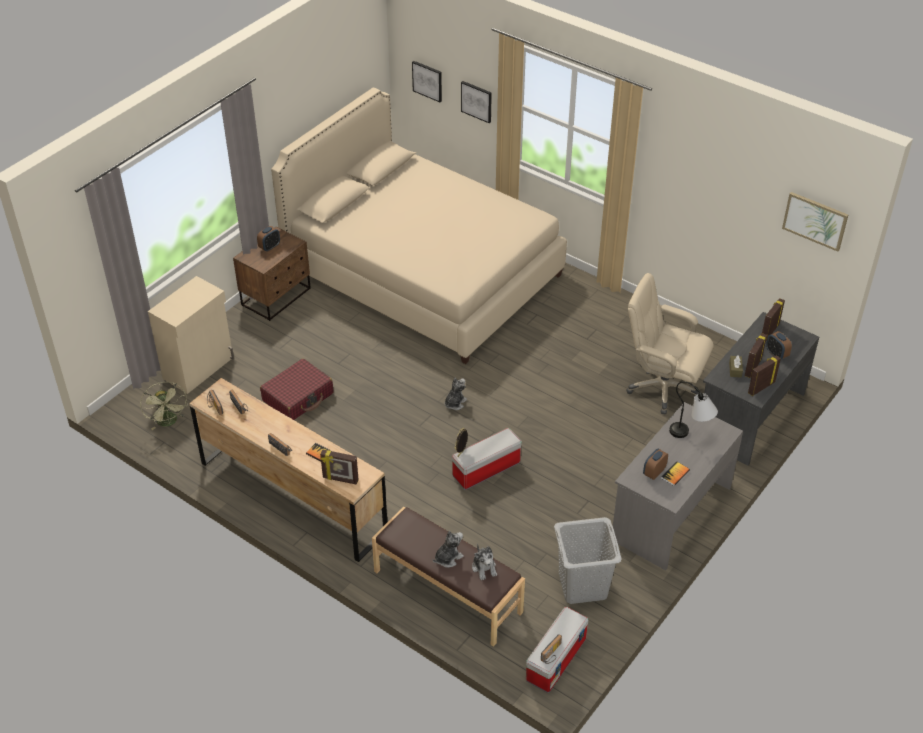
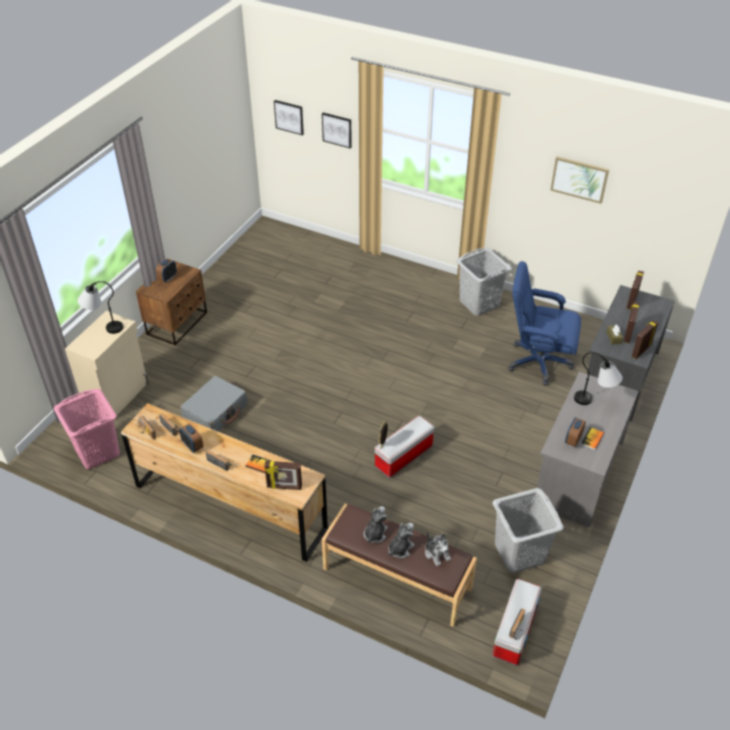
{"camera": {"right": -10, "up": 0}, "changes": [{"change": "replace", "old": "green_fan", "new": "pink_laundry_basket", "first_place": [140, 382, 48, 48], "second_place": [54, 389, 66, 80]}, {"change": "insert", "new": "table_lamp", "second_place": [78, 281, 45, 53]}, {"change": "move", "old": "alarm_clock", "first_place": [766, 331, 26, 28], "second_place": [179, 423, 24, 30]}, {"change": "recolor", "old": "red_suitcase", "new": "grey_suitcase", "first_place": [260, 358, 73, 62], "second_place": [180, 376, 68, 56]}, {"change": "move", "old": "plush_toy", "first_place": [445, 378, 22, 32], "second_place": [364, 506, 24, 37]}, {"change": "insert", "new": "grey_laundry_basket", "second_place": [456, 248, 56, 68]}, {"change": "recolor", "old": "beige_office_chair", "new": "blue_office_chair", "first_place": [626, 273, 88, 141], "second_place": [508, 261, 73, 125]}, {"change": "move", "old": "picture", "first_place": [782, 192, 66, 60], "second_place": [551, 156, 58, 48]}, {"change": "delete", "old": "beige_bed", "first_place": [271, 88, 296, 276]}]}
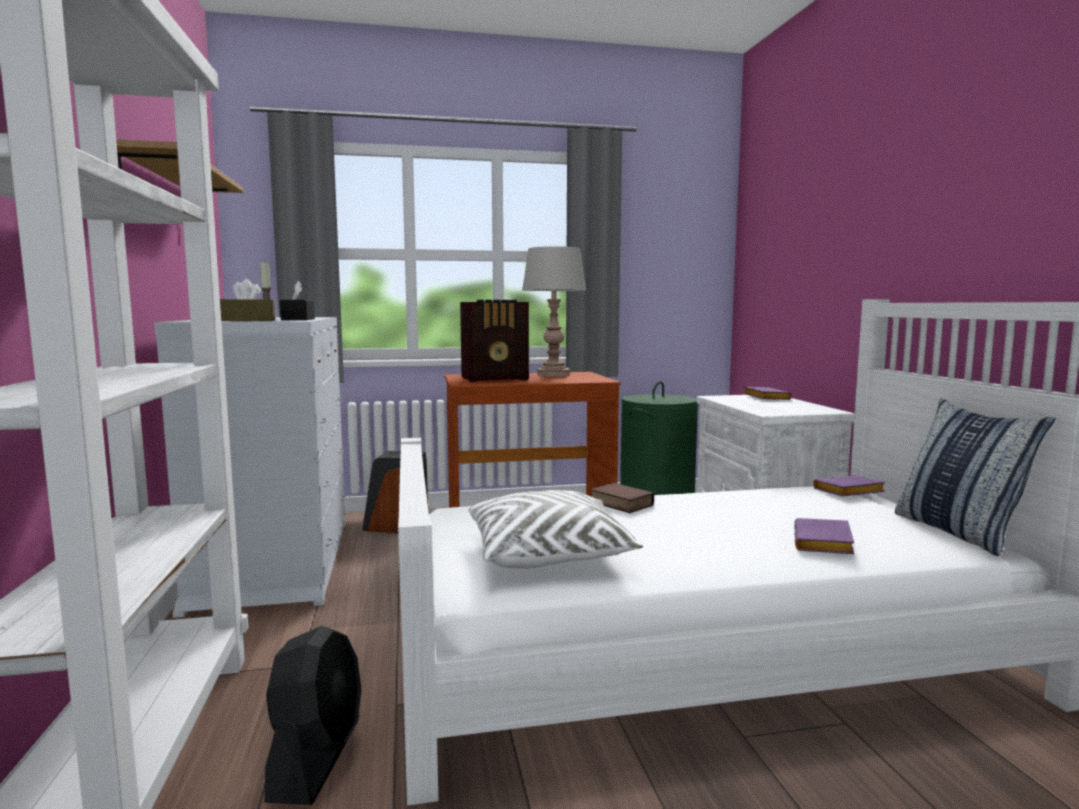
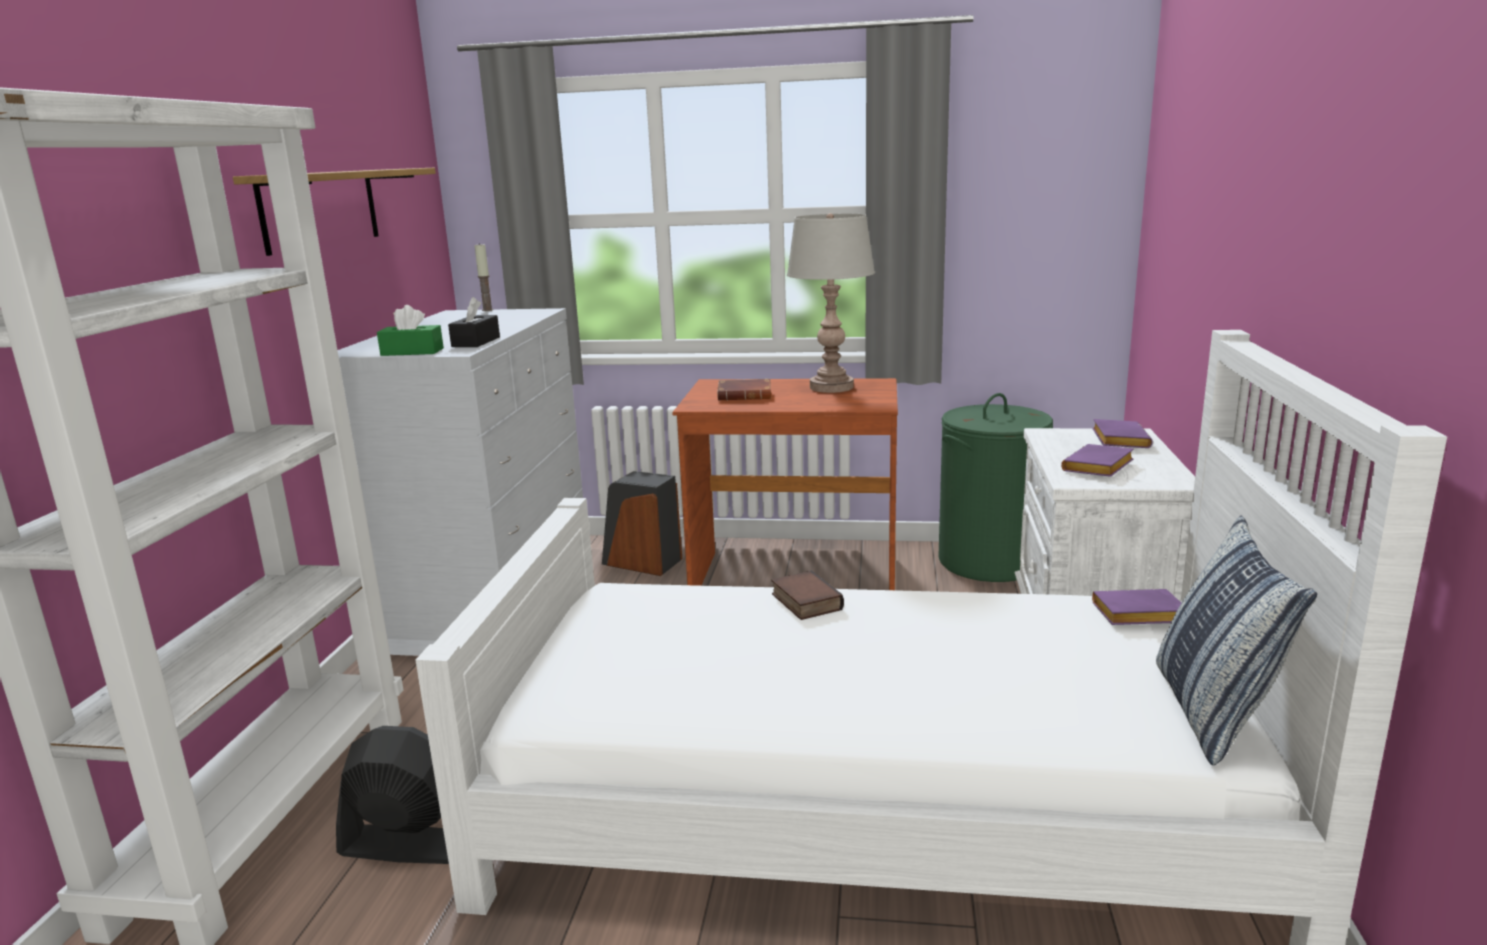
{"camera": {"right": 20, "up": 10}, "changes": [{"change": "rotate", "old": "black_fan", "first_place": [264, 626, 97, 179], "second_place": [336, 726, 113, 138], "degrees": -105}, {"change": "recolor", "old": "brown_tissue_box", "new": "green_tissue_box", "first_place": [220, 279, 55, 42], "second_place": [377, 305, 67, 51]}, {"change": "replace", "old": "radio", "new": "brown_book", "first_place": [460, 300, 69, 82], "second_place": [717, 379, 54, 21]}, {"change": "move", "old": "purple_book", "first_place": [794, 518, 60, 36], "second_place": [1061, 444, 73, 33]}, {"change": "delete", "old": "white_pillow", "first_place": [469, 490, 174, 79]}]}
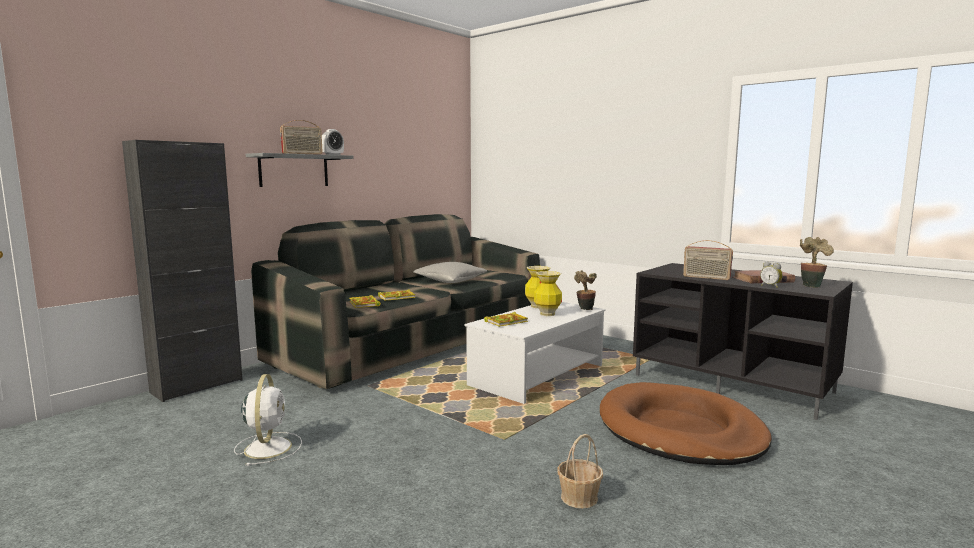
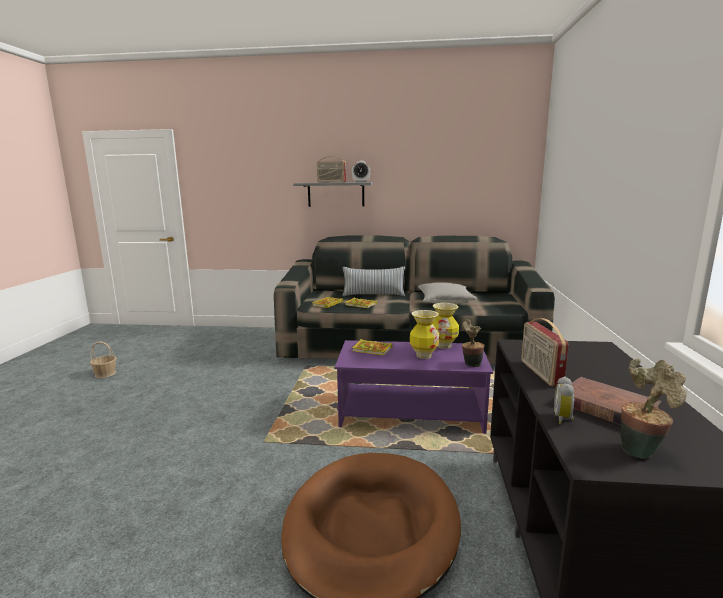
{"camera": {"right": 55, "up": 5}, "changes": [{"change": "move", "old": "basket", "first_place": [557, 434, 46, 75], "second_place": [90, 342, 26, 36]}, {"change": "recolor", "old": "white_coffee_table", "new": "purple_coffee_table", "first_place": [464, 302, 141, 102], "second_place": [335, 340, 158, 94]}, {"change": "insert", "new": "pillow", "second_place": [342, 266, 63, 30]}, {"change": "delete", "old": "black_cabinet", "first_place": [122, 140, 121, 262]}, {"change": "delete", "old": "white_fan", "first_place": [234, 374, 68, 92]}]}
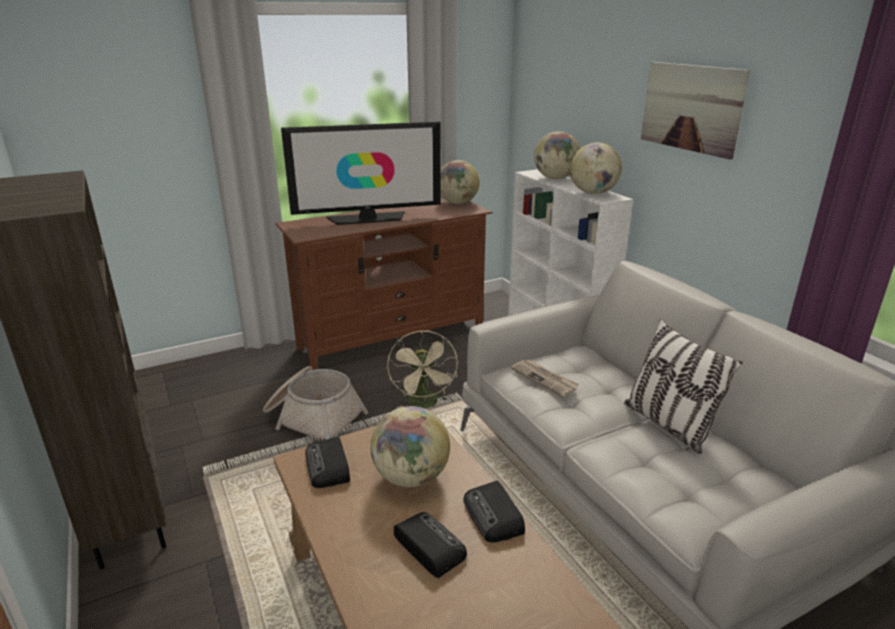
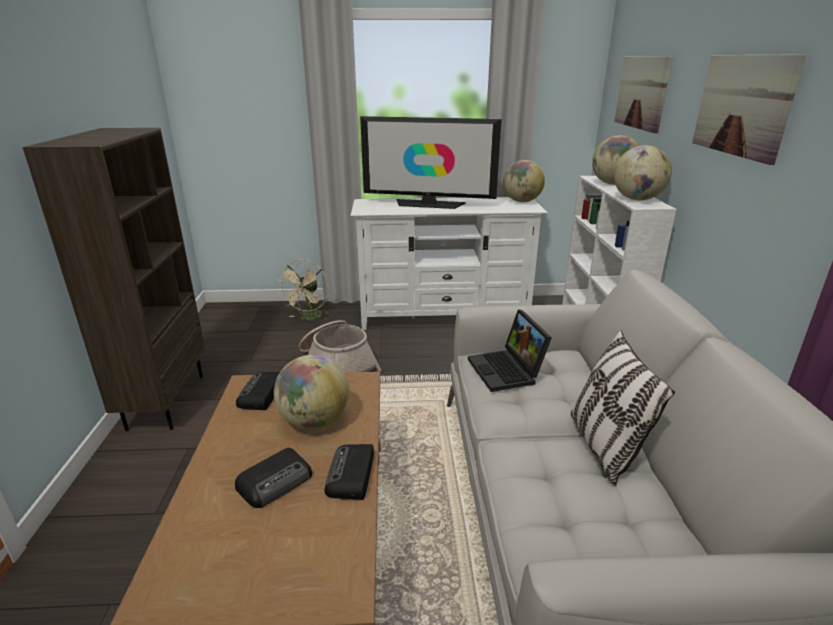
{"camera": {"right": 25, "up": 0}, "changes": [{"change": "rotate", "old": "radio", "first_place": [394, 512, 73, 66], "second_place": [235, 448, 77, 60], "degrees": 60}, {"change": "move", "old": "beige_fan", "first_place": [387, 330, 71, 78], "second_place": [278, 259, 53, 62]}, {"change": "recolor", "old": "brown_tv_stand", "new": "white_tv_stand", "first_place": [275, 199, 218, 171], "second_place": [350, 197, 198, 133]}, {"change": "replace", "old": "newspaper", "new": "laptop", "first_place": [510, 360, 70, 37], "second_place": [468, 309, 84, 83]}, {"change": "insert", "new": "picture", "second_place": [614, 56, 59, 77]}]}
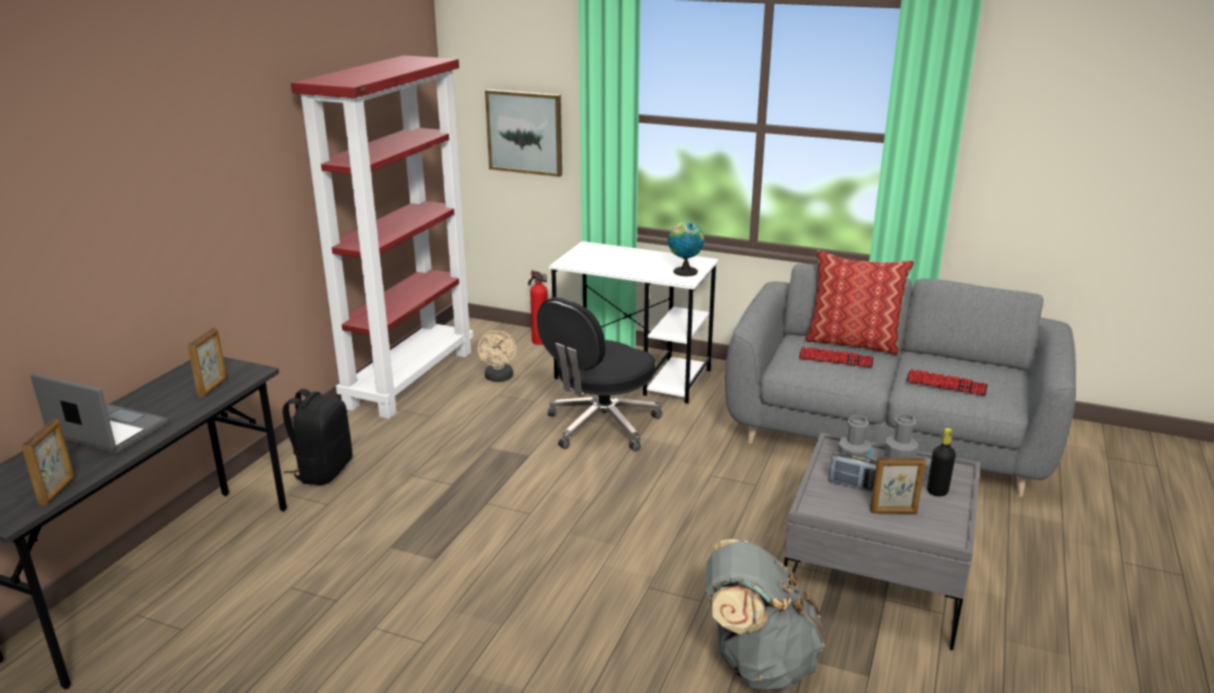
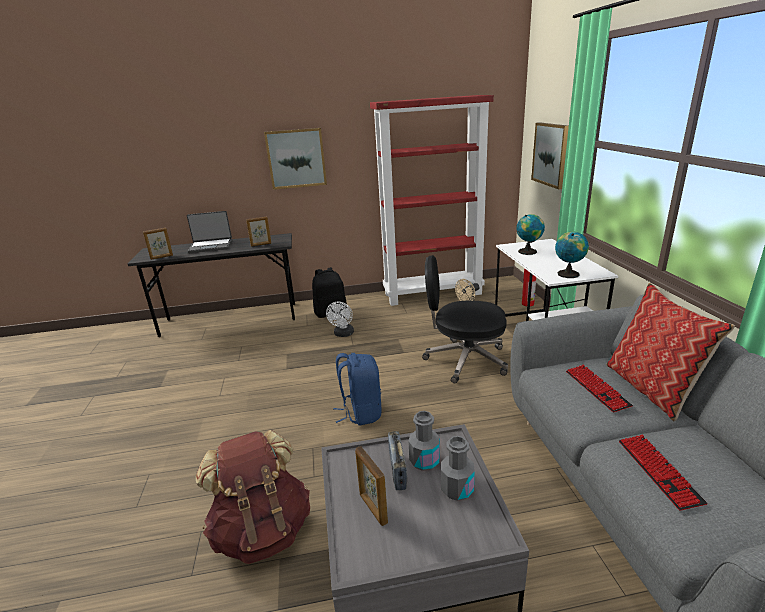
{"camera": {"right": 60, "up": 0}, "changes": [{"change": "rotate", "old": "laptop", "first_place": [31, 373, 137, 80], "second_place": [187, 211, 45, 42], "degrees": 90}, {"change": "recolor", "old": "grey_backpack", "new": "brown_backpack", "first_place": [706, 539, 119, 151], "second_place": [196, 430, 114, 134]}, {"change": "insert", "new": "picture", "second_place": [264, 128, 63, 62]}, {"change": "insert", "new": "white_fan", "second_place": [326, 302, 28, 35]}, {"change": "insert", "new": "blue_backpack", "second_place": [334, 353, 47, 73]}, {"change": "insert", "new": "globe", "second_place": [516, 214, 29, 41]}, {"change": "delete", "old": "black_bottle", "first_place": [927, 428, 29, 68]}]}
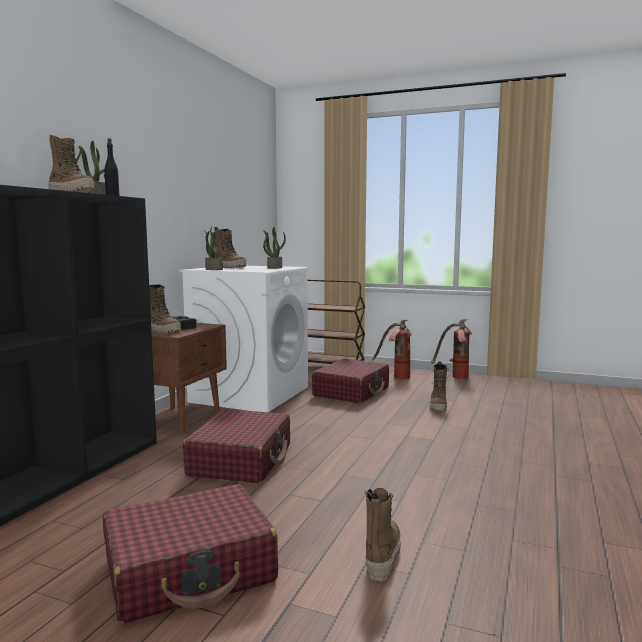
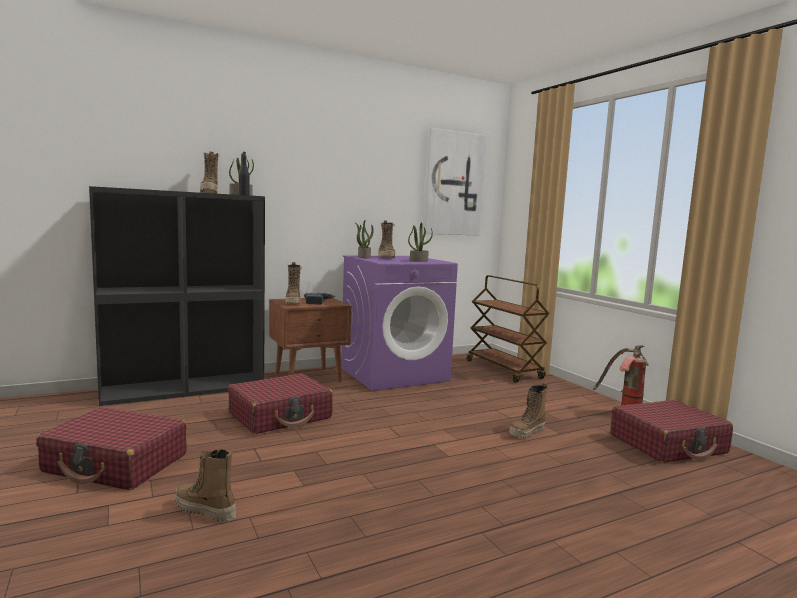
{"camera": {"right": 40, "up": 0}, "changes": [{"change": "rotate", "old": "boot", "first_place": [364, 488, 37, 94], "second_place": [175, 449, 61, 73], "degrees": -120}, {"change": "recolor", "old": "white_washing_machine", "new": "purple_washing_machine", "first_place": [180, 266, 128, 146], "second_place": [341, 255, 117, 136]}, {"change": "insert", "new": "picture", "second_place": [423, 128, 63, 107]}, {"change": "move", "old": "red_suitcase", "first_place": [312, 358, 77, 45], "second_place": [610, 400, 123, 63]}, {"change": "delete", "old": "fire_extinguisher", "first_place": [372, 320, 40, 60]}]}
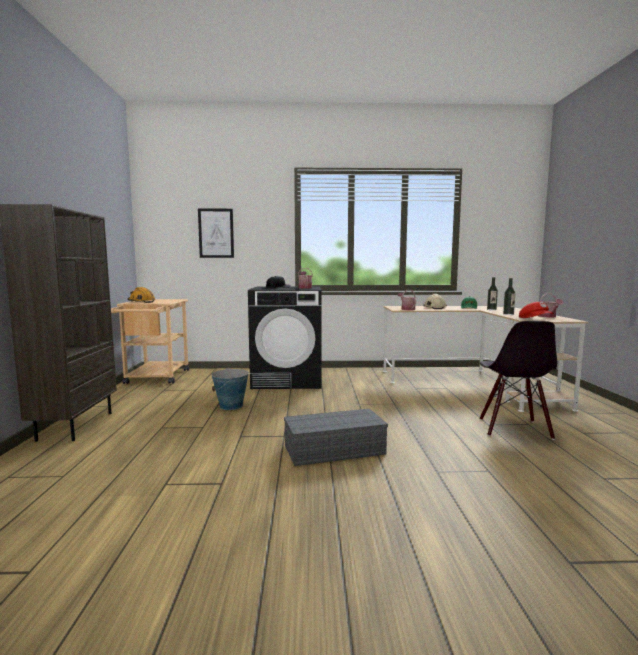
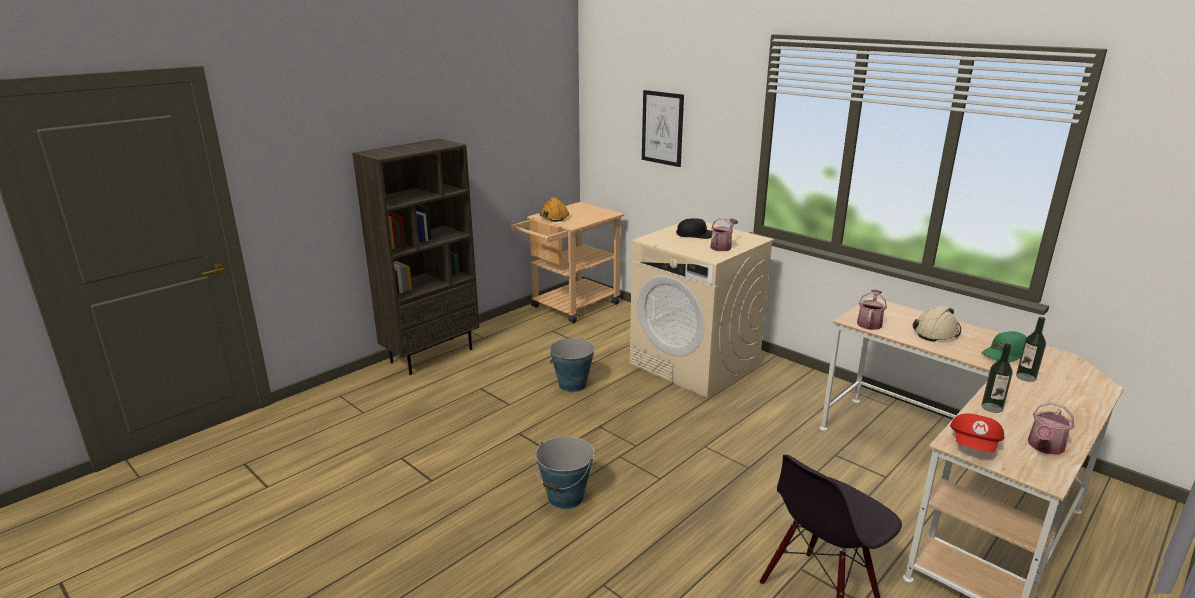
{"camera": {"right": 45, "up": 15}, "changes": [{"change": "replace", "old": "grey_storage_box", "new": "bucket", "first_place": [284, 409, 104, 57], "second_place": [535, 436, 59, 73]}, {"change": "recolor", "old": "black_washing_machine", "new": "beige_washing_machine", "first_place": [248, 287, 74, 102], "second_place": [630, 222, 144, 176]}]}
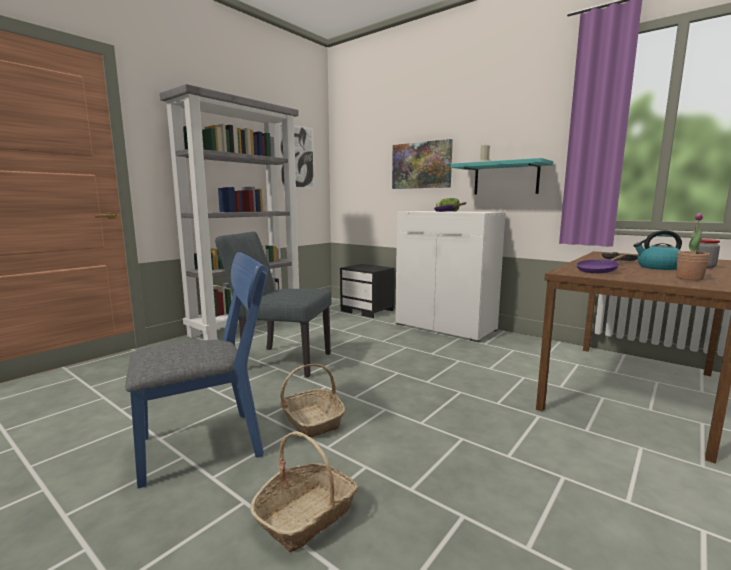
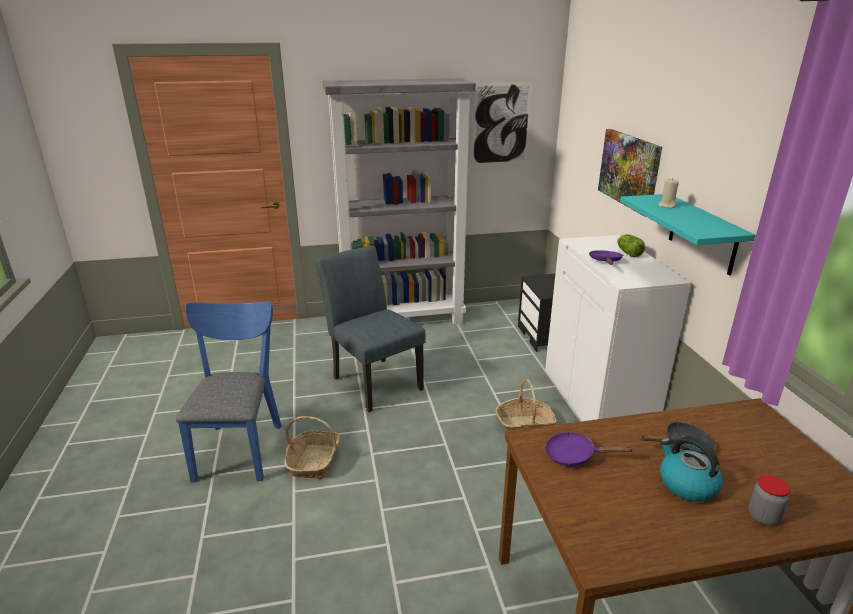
{"camera": {"right": 40, "up": 15}, "changes": [{"change": "rotate", "old": "blue_chair", "first_place": [125, 252, 144, 237], "second_place": [176, 301, 105, 181], "degrees": -105}, {"change": "move", "old": "basket", "first_place": [250, 431, 109, 121], "second_place": [495, 379, 62, 52]}, {"change": "delete", "old": "potted_plant", "first_place": [676, 213, 34, 67]}]}
